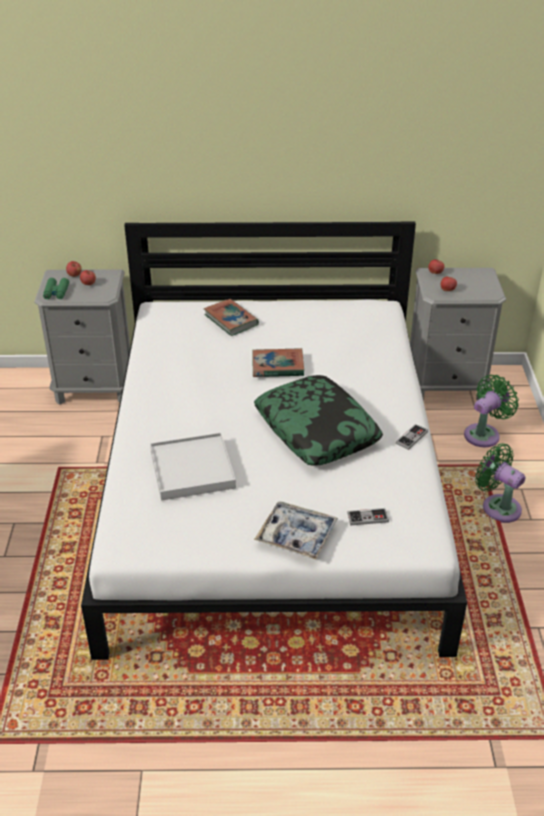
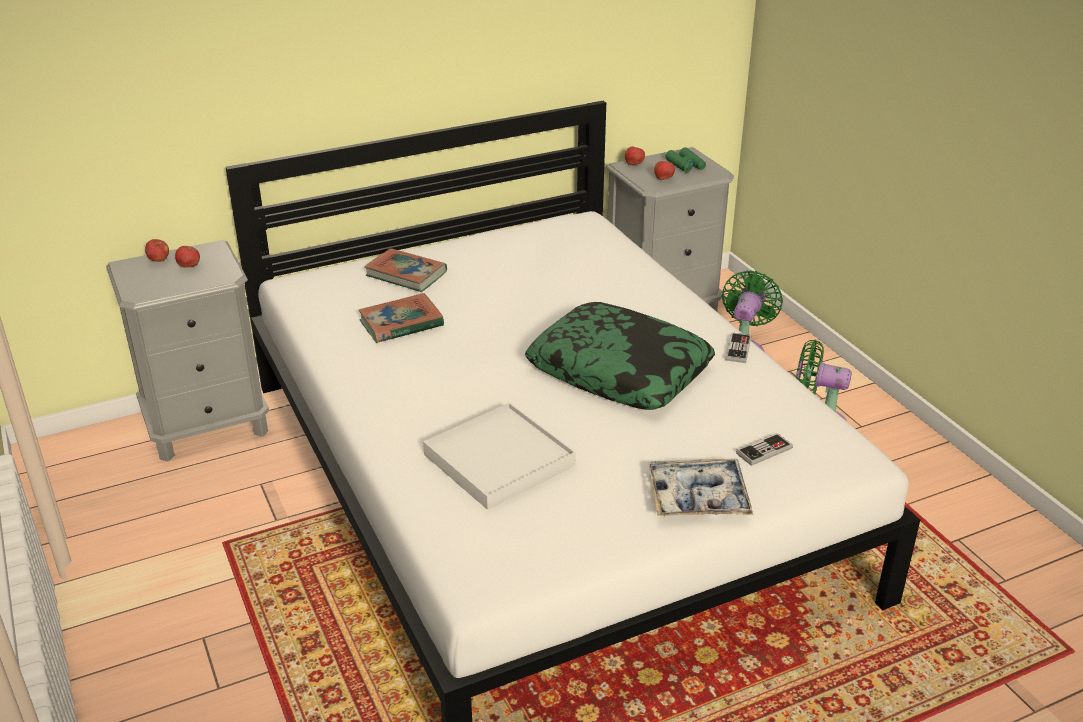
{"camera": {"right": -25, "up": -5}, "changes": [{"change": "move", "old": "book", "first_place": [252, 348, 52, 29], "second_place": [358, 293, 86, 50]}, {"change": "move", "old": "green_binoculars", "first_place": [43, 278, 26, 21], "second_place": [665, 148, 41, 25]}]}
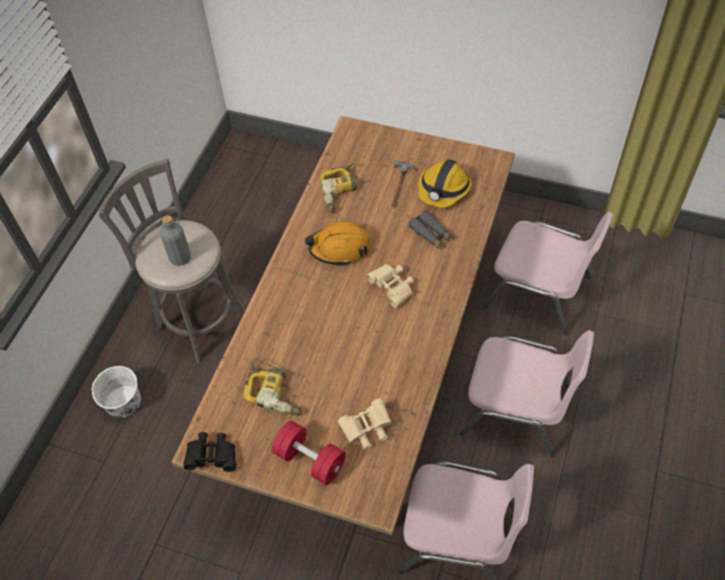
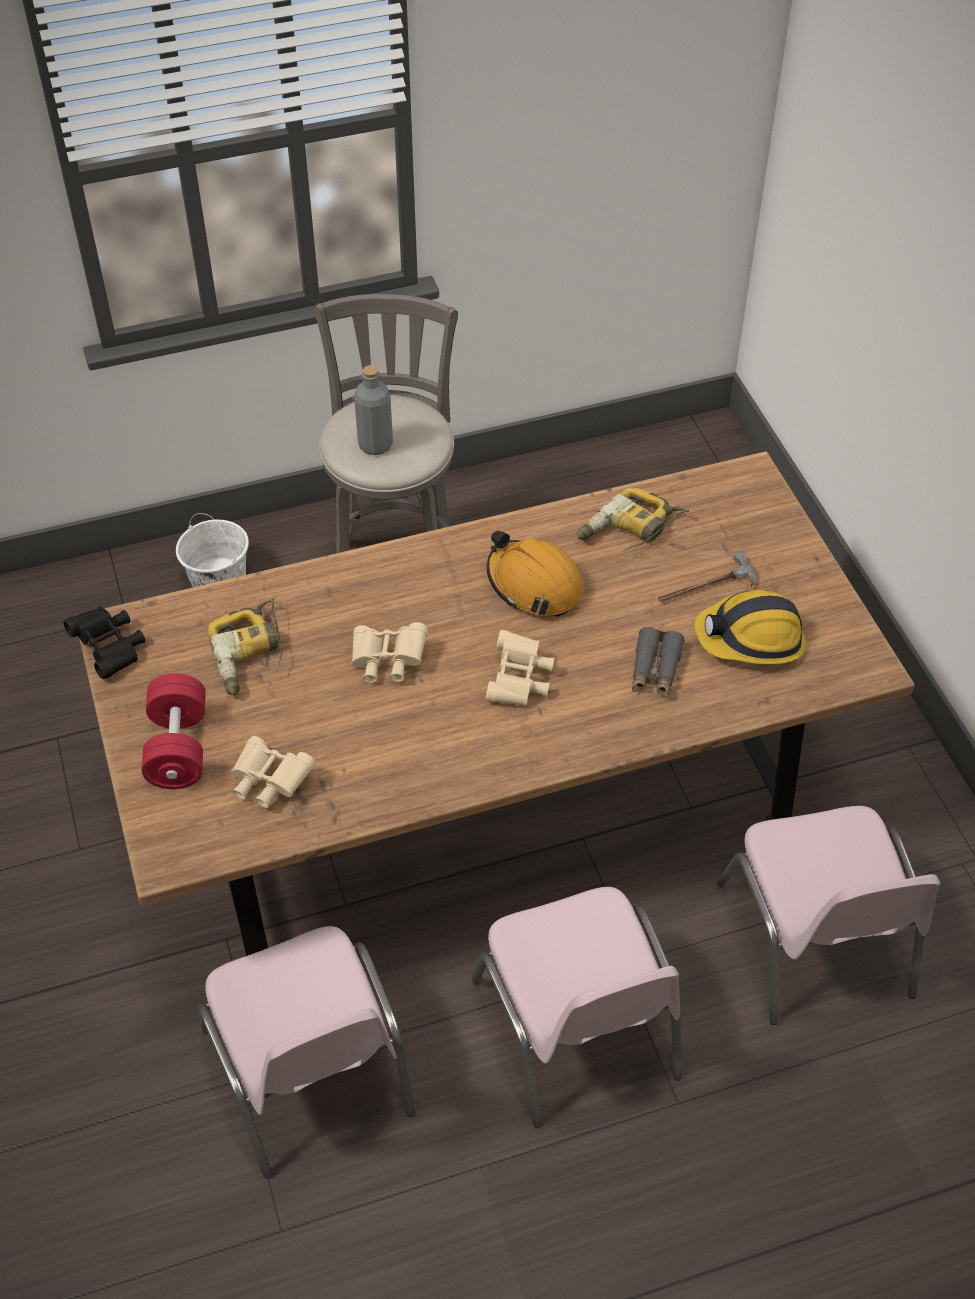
{"camera": {"right": 50, "up": -5}, "changes": [{"change": "insert", "new": "beige_binoculars", "second_place": [351, 622, 77, 61]}]}
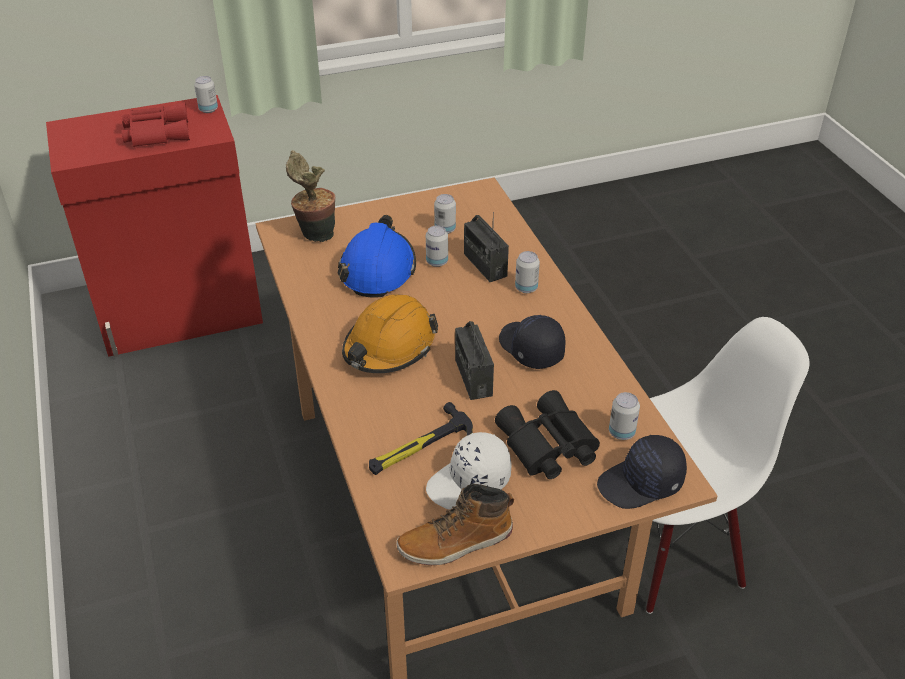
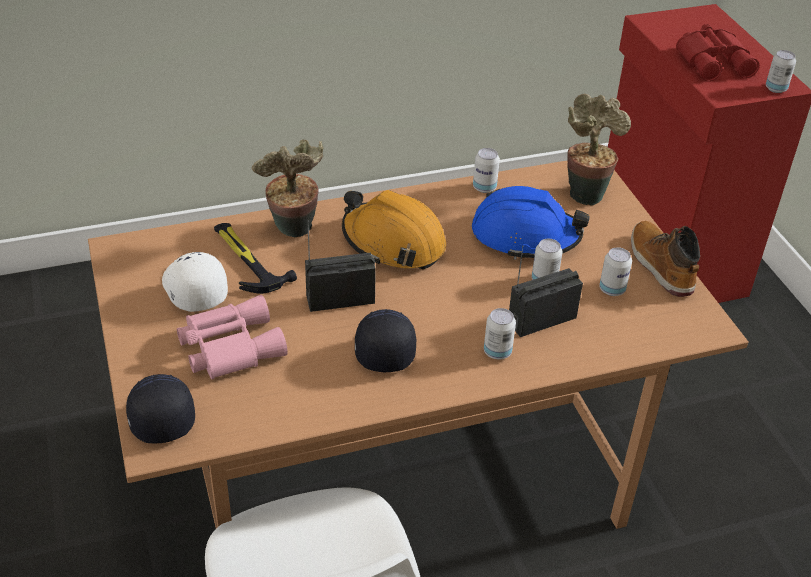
{"camera": {"right": 90, "up": 0}, "changes": [{"change": "recolor", "old": "black_binoculars", "new": "pink_binoculars", "first_place": [495, 390, 105, 89], "second_place": [177, 295, 111, 85]}, {"change": "insert", "new": "potted_plant", "second_place": [252, 140, 72, 97]}, {"change": "rotate", "old": "black_cap", "first_place": [499, 315, 67, 54], "second_place": [355, 309, 61, 63], "degrees": -60}, {"change": "move", "old": "can", "first_place": [609, 392, 31, 48], "second_place": [473, 148, 27, 45]}, {"change": "move", "old": "boot", "first_place": [396, 484, 118, 81], "second_place": [631, 221, 69, 76]}]}
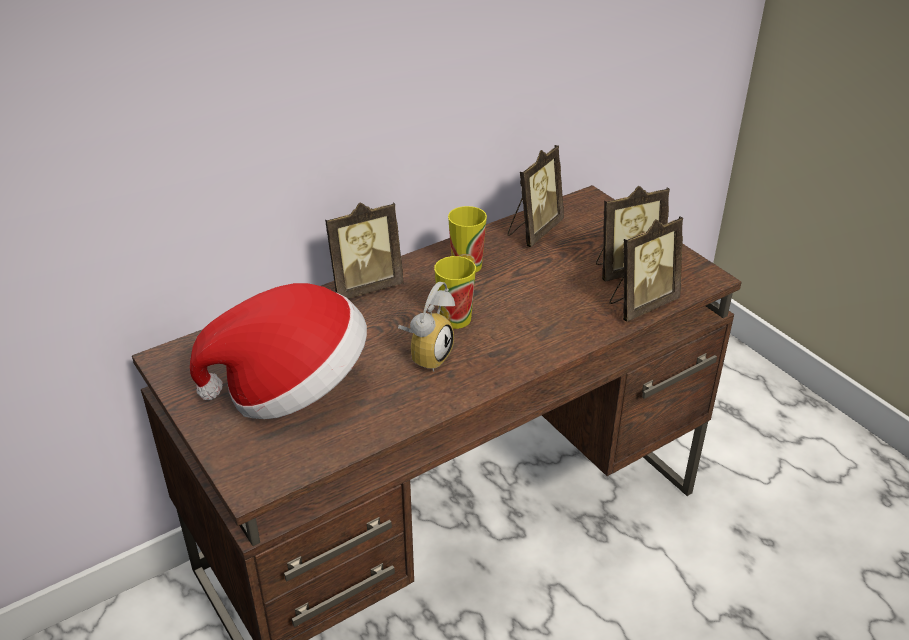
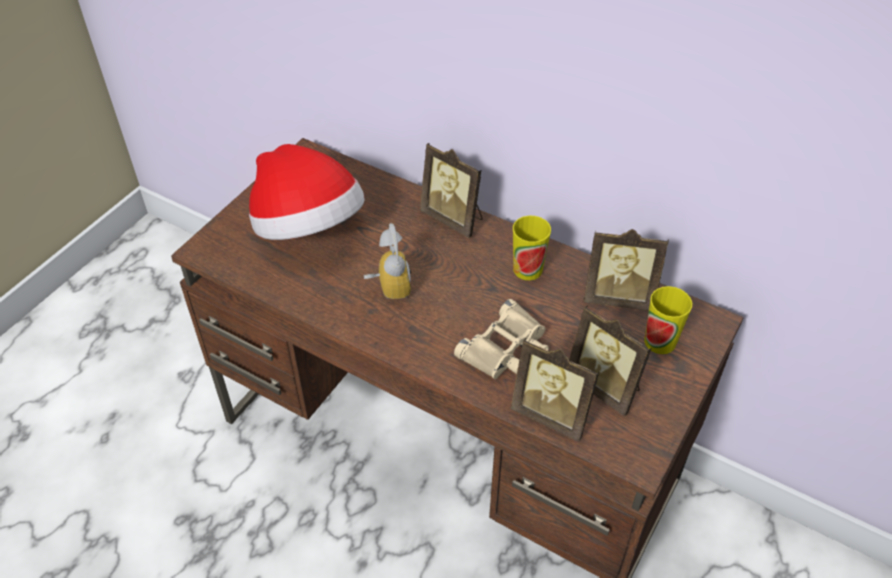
{"camera": {"right": 65, "up": 10}, "changes": [{"change": "rotate", "old": "alarm_clock", "first_place": [398, 282, 57, 90], "second_place": [364, 223, 47, 76], "degrees": -105}, {"change": "insert", "new": "beige_binoculars", "second_place": [454, 299, 95, 80]}, {"change": "move", "old": "cup", "first_place": [434, 256, 42, 73], "second_place": [644, 286, 48, 68]}]}
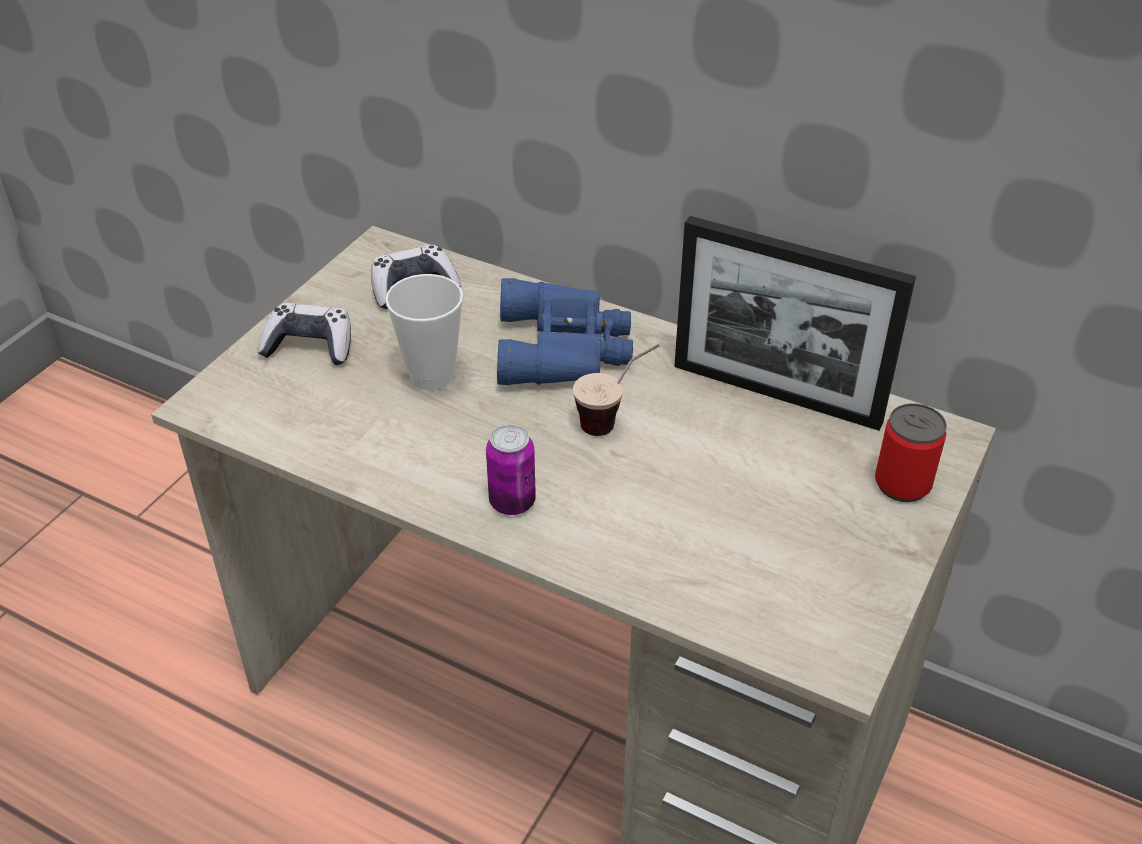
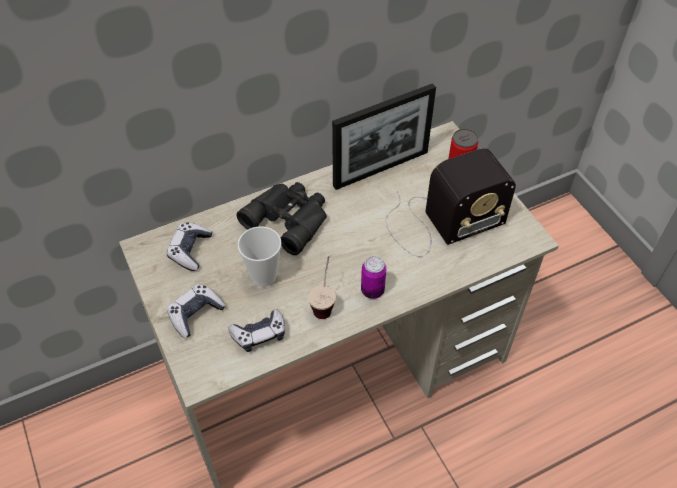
{"camera": {"right": -55, "up": 10}, "changes": [{"change": "insert", "new": "game_controller", "second_place": [228, 309, 57, 43]}, {"change": "recolor", "old": "blue_binoculars", "new": "black_binoculars", "first_place": [497, 278, 136, 107], "second_place": [237, 182, 90, 74]}, {"change": "move", "old": "cup", "first_place": [573, 344, 86, 92], "second_place": [308, 256, 28, 63]}, {"change": "insert", "new": "radio", "second_place": [386, 148, 130, 109]}]}
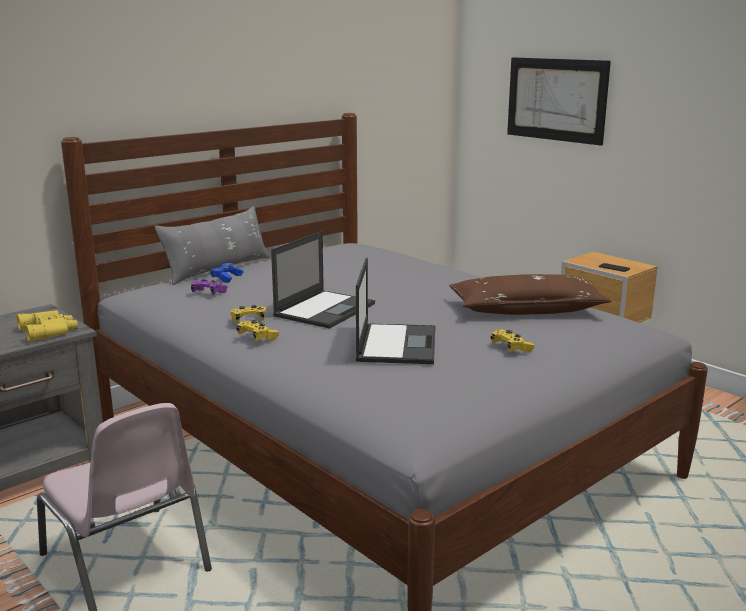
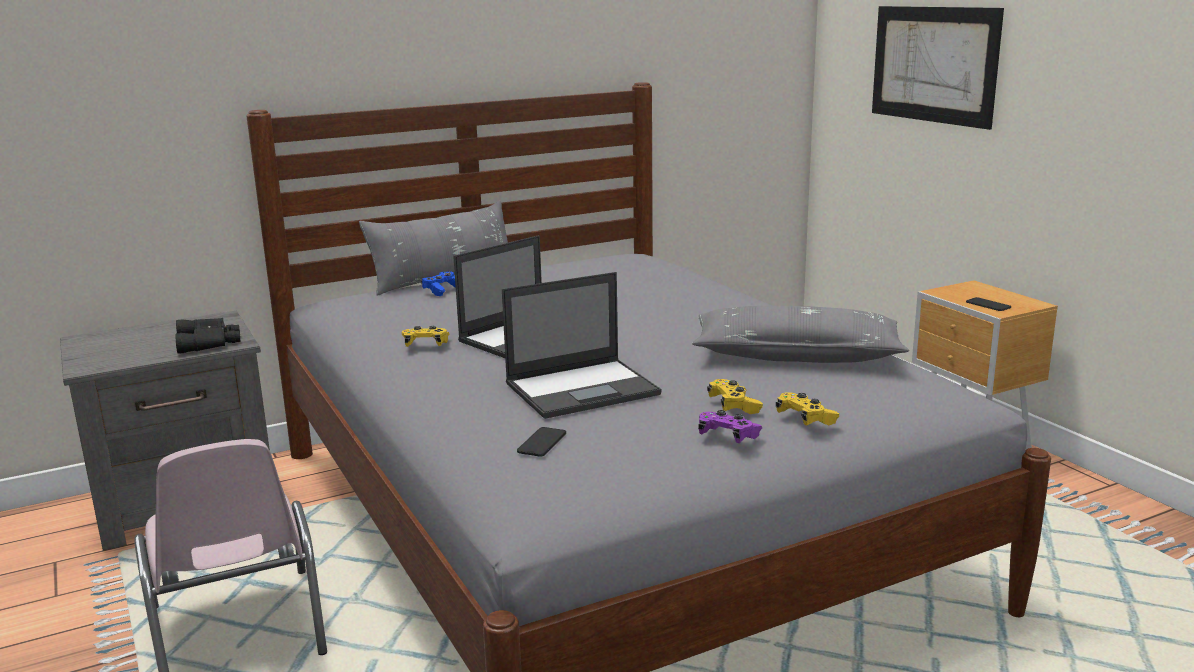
{"camera": {"right": 15, "up": 0}, "changes": [{"change": "recolor", "old": "yellow_binoculars", "new": "black_binoculars", "first_place": [17, 310, 61, 32], "second_place": [175, 318, 66, 36]}, {"change": "rotate", "old": "laptop", "first_place": [356, 258, 79, 106], "second_place": [502, 272, 160, 147], "degrees": 45}, {"change": "insert", "new": "phone", "second_place": [517, 427, 49, 30]}, {"change": "recolor", "old": "brown_pillow", "new": "grey_pillow", "first_place": [449, 274, 162, 41], "second_place": [692, 306, 217, 57]}, {"change": "move", "old": "purple_game_controller", "first_place": [191, 279, 37, 16], "second_place": [698, 410, 65, 33]}, {"change": "move", "old": "yellow_game_controller", "first_place": [236, 320, 43, 21], "second_place": [776, 392, 63, 33]}]}
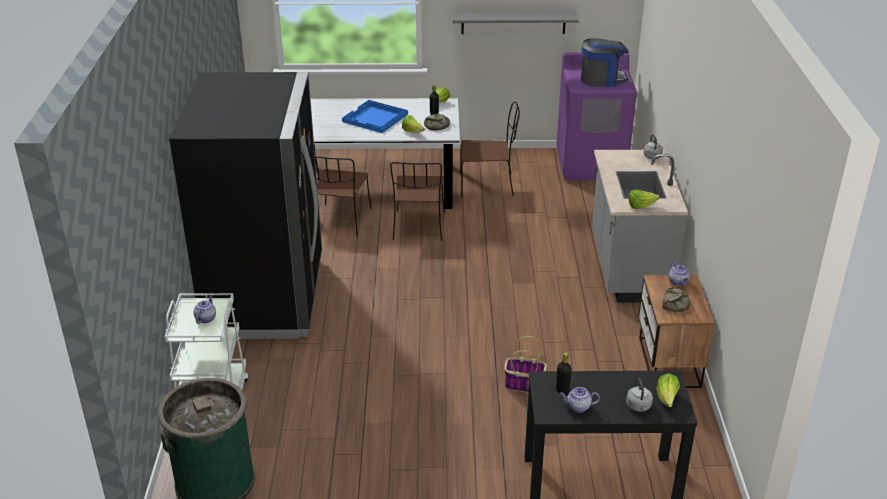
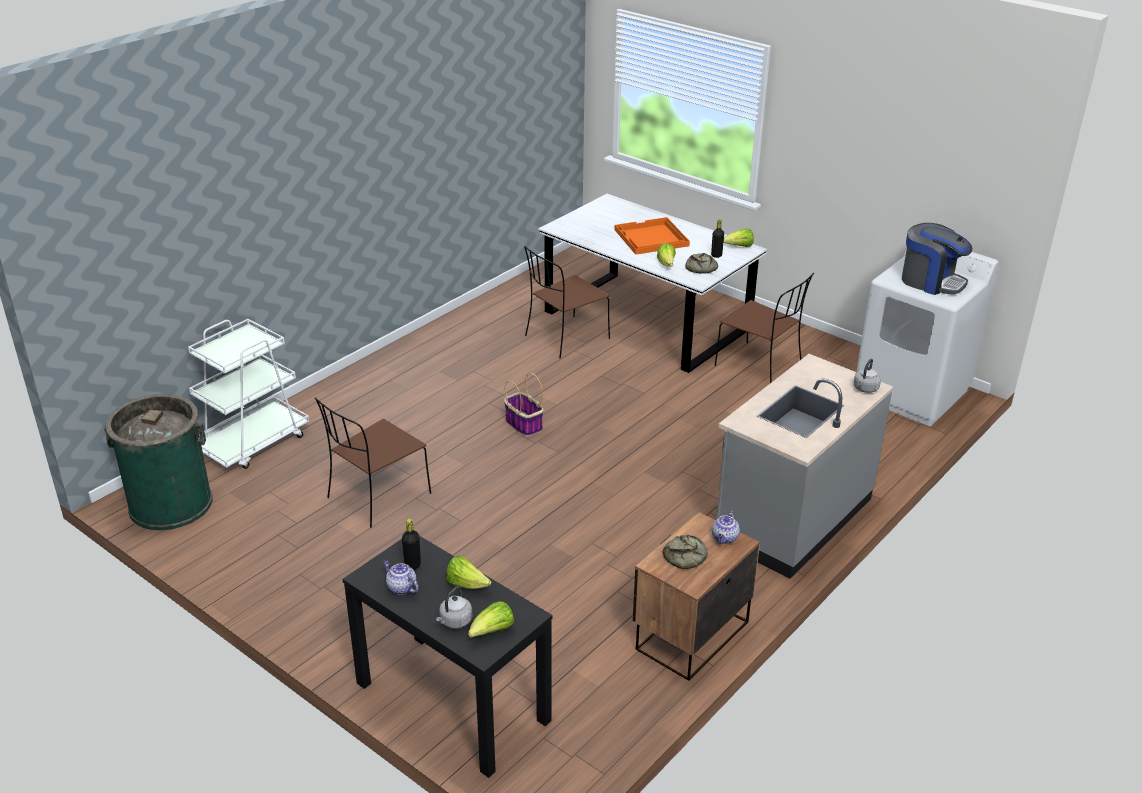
{"camera": {"right": 40, "up": 0}, "changes": [{"change": "move", "old": "brown_chair", "first_place": [390, 162, 55, 79], "second_place": [315, 397, 116, 131]}, {"change": "move", "old": "lettuce", "first_place": [629, 190, 30, 19], "second_place": [446, 556, 46, 33]}, {"change": "move", "old": "basket", "first_place": [504, 336, 43, 57], "second_place": [504, 373, 39, 64]}, {"change": "recolor", "old": "blue_tray", "new": "orange_tray", "first_place": [342, 100, 66, 33], "second_place": [614, 217, 76, 38]}, {"change": "recolor", "old": "purple_washing_machine", "new": "white_washing_machine", "first_place": [556, 52, 81, 128], "second_place": [857, 248, 142, 178]}, {"change": "delete", "old": "black_fridge", "first_place": [169, 72, 153, 267]}, {"change": "delete", "old": "teapot", "first_place": [194, 296, 22, 28]}, {"change": "delete", "old": "grey_shelf", "first_place": [452, 10, 127, 24]}]}
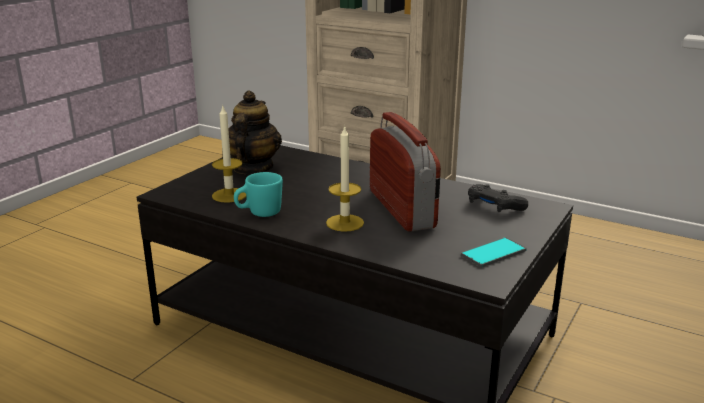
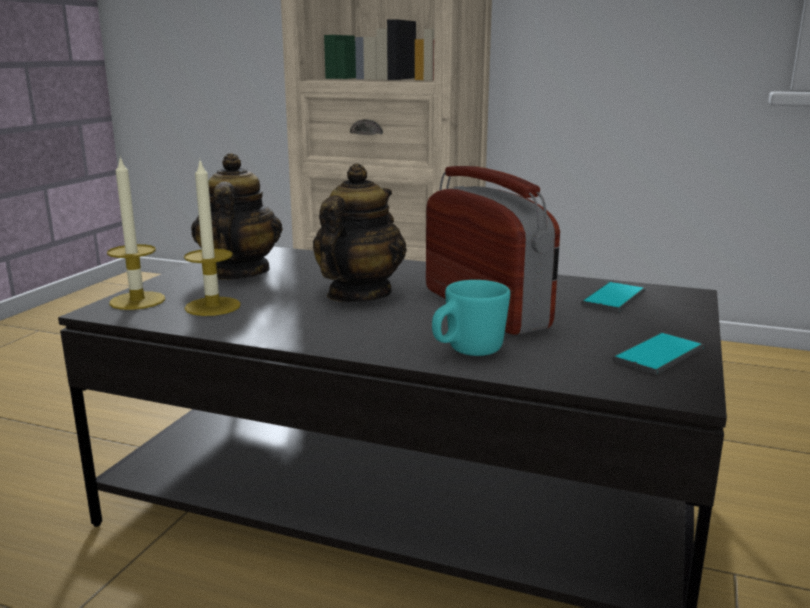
{"camera": {"right": -10, "up": -5}, "changes": [{"change": "move", "old": "candle", "first_place": [326, 125, 38, 107], "second_place": [107, 156, 58, 154]}, {"change": "insert", "new": "teapot", "second_place": [313, 164, 94, 138]}, {"change": "move", "old": "turquoise_mug", "first_place": [234, 172, 49, 45], "second_place": [432, 280, 78, 76]}, {"change": "replace", "old": "black_game_controller", "new": "phone", "first_place": [468, 184, 60, 28], "second_place": [581, 281, 64, 31]}]}
